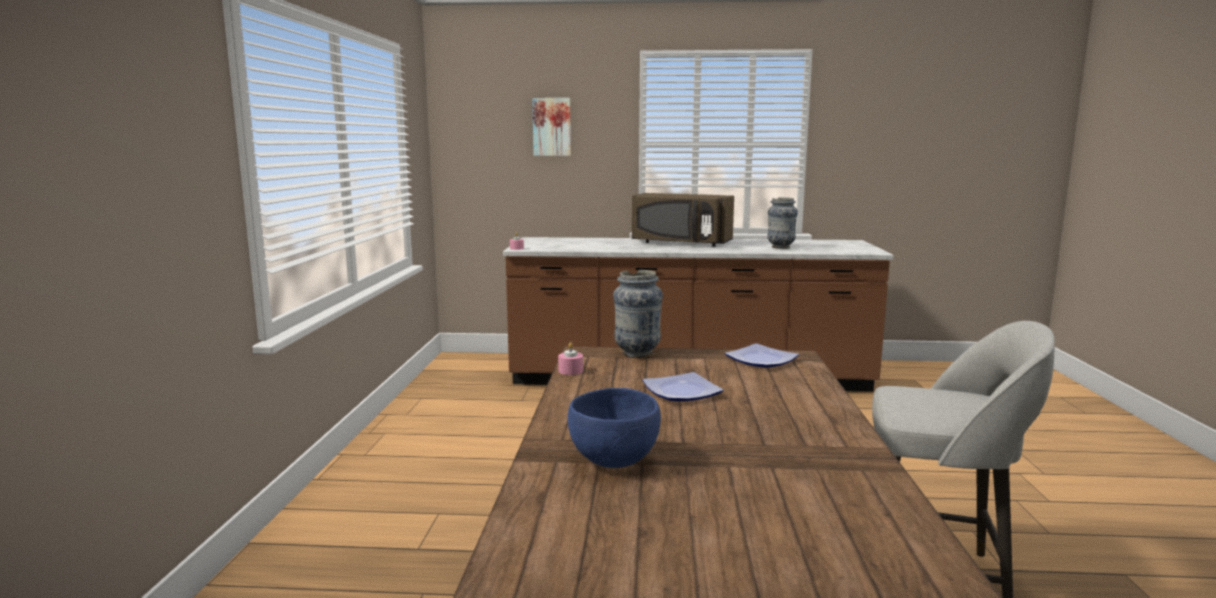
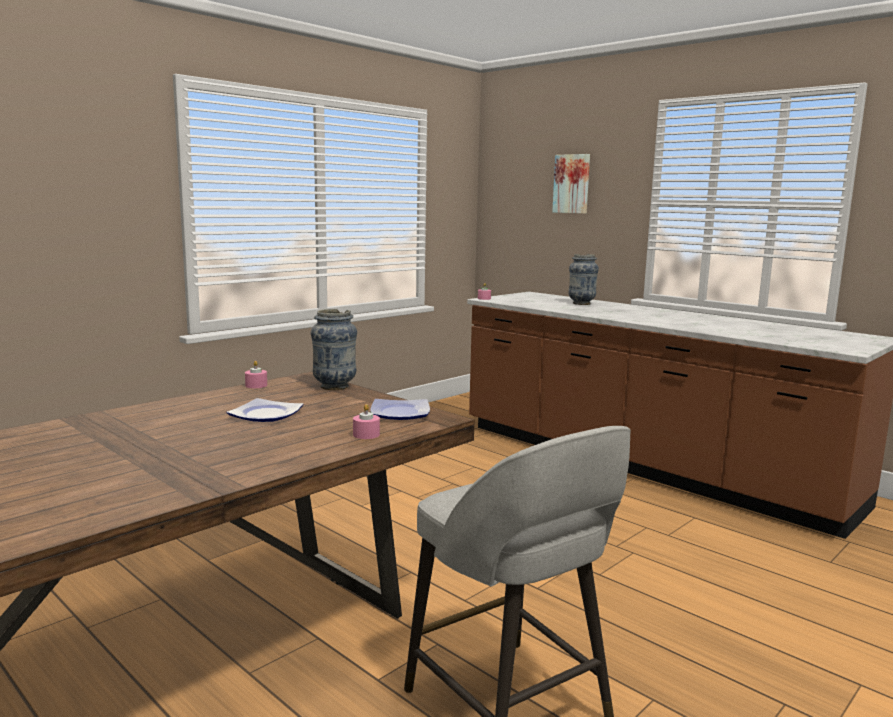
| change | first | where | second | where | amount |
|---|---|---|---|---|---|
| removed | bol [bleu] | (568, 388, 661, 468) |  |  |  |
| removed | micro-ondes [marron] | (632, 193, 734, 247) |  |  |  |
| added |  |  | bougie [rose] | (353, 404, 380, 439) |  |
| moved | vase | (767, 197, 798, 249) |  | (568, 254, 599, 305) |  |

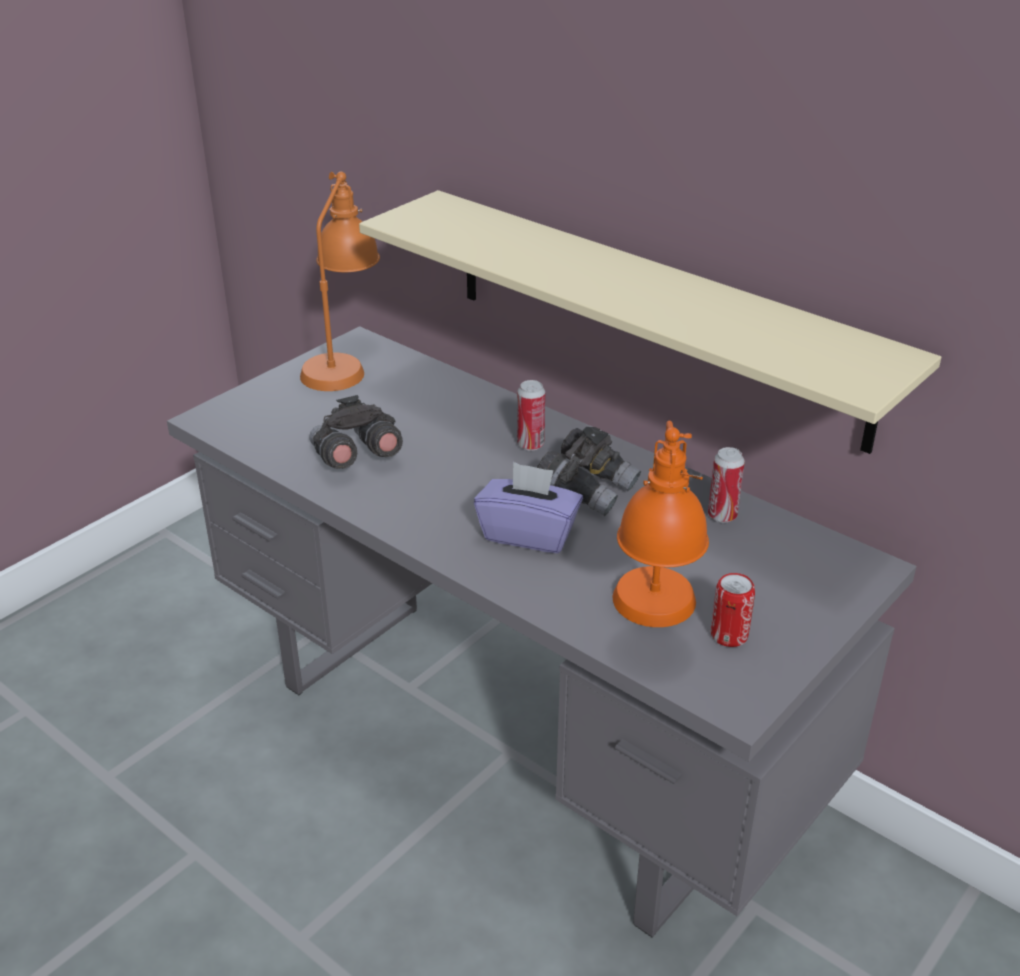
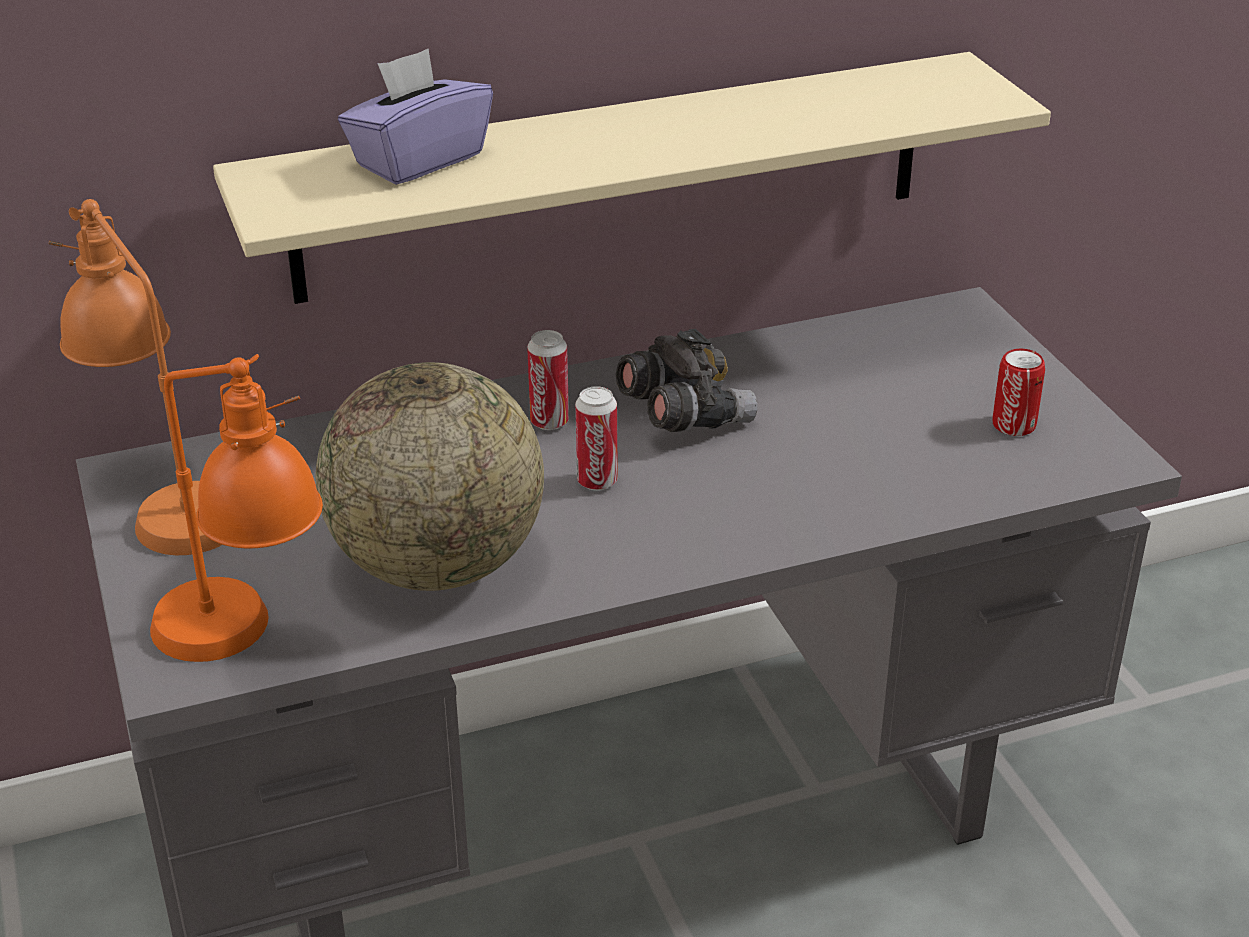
| change | first | where | second | where | amount |
|---|---|---|---|---|---|
| moved | boîte à mouchoirs [violet] | (474, 462, 583, 553) |  | (338, 49, 493, 185) |  |
| moved | lampe de table [orange] | (612, 421, 709, 627) |  | (150, 354, 323, 662) |  |
| moved | boîte métallique | (708, 447, 745, 523) |  | (575, 386, 618, 491) |  |
| replaced | jumelles [gris] | (309, 395, 403, 469) | globe | (316, 362, 544, 591) |  |

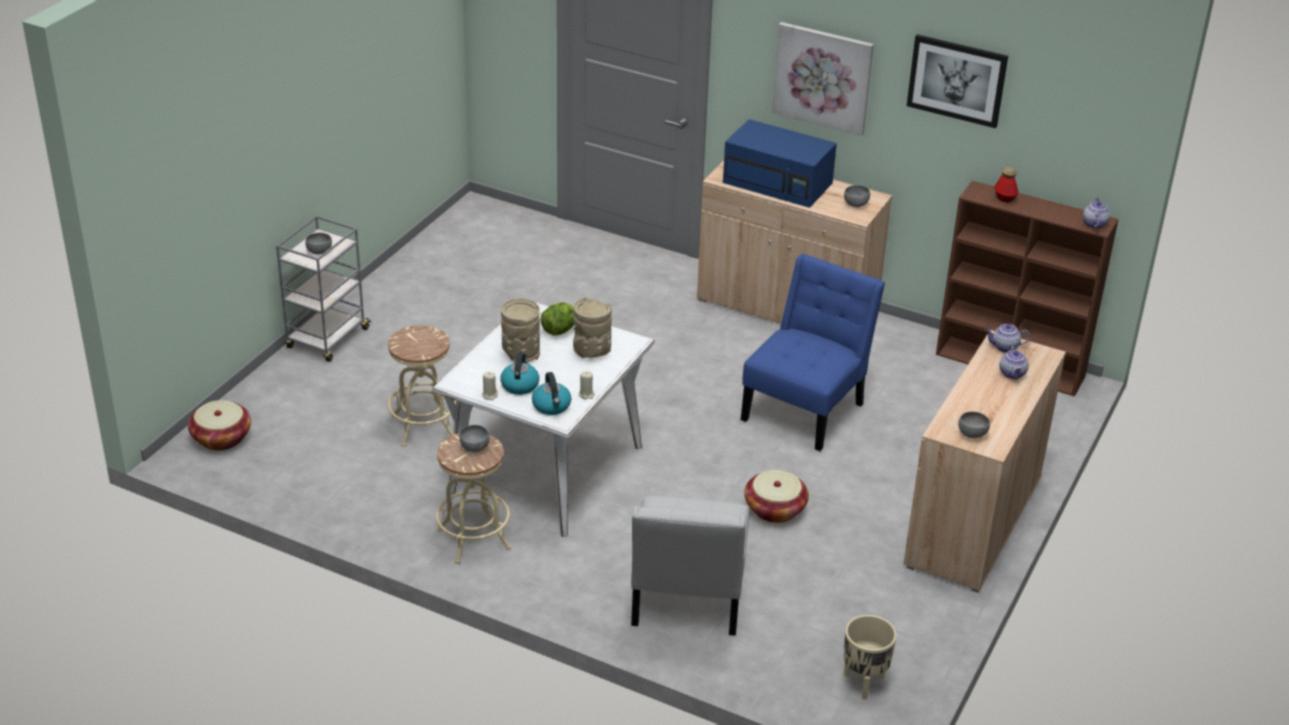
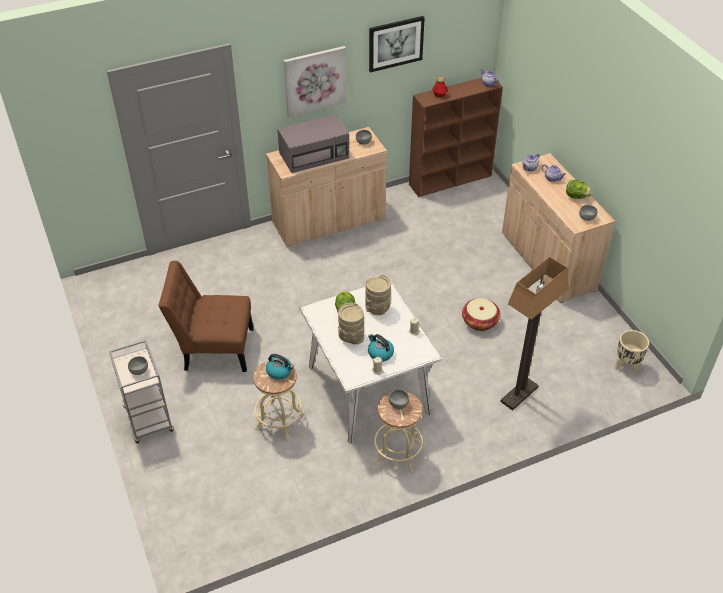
| change | first | where | second | where | amount |
|---|---|---|---|---|---|
| removed | panier | (188, 400, 251, 450) |  |  |  |
| removed | chaise [bleu] | (741, 254, 885, 451) |  |  |  |
| added |  |  | chaise [marron] | (159, 261, 254, 372) |  |
| added |  |  | laitue | (566, 180, 592, 199) |  |
| moved | bouilloire | (532, 372, 571, 415) |  | (266, 354, 294, 380) |  |
| replaced | chaise [blanc] | (631, 496, 749, 636) | lampadaire | (500, 257, 569, 411) |  |
| recoloured | micro-ondes [bleu] | (723, 119, 837, 208) | micro-ondes [gris] | (277, 114, 349, 173) |  |

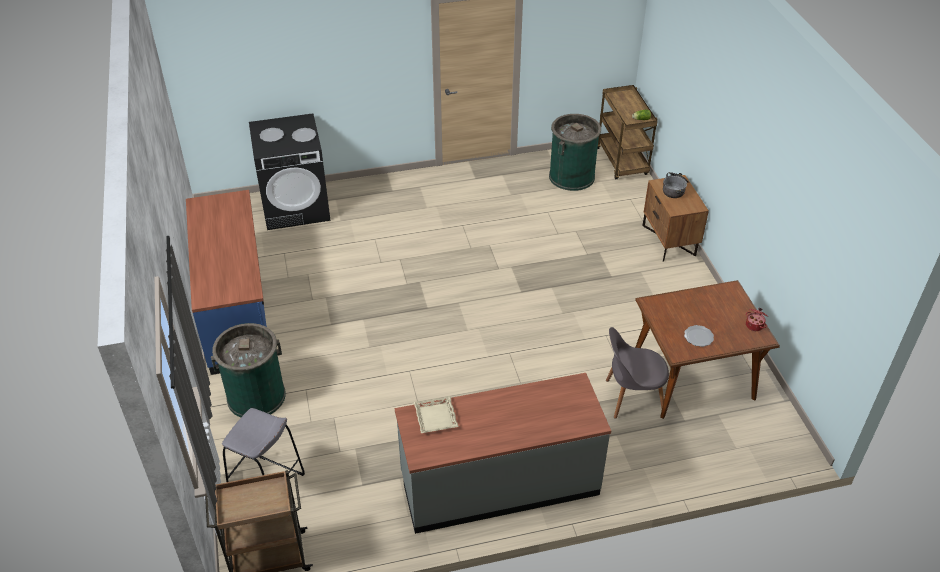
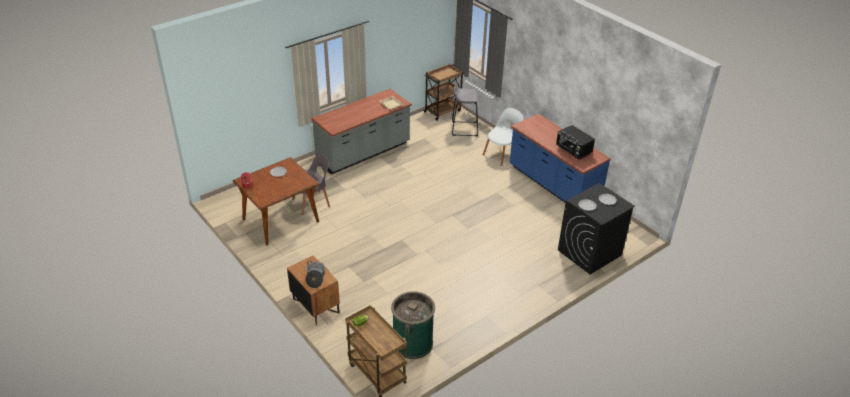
| change | first | where | second | where | amount |
|---|---|---|---|---|---|
| added |  |  | micro-ondes [noir] | (556, 125, 595, 160) |  |
| replaced | poubelle [vert] | (211, 323, 286, 417) | chaise [blanc] | (483, 108, 523, 166) |  |

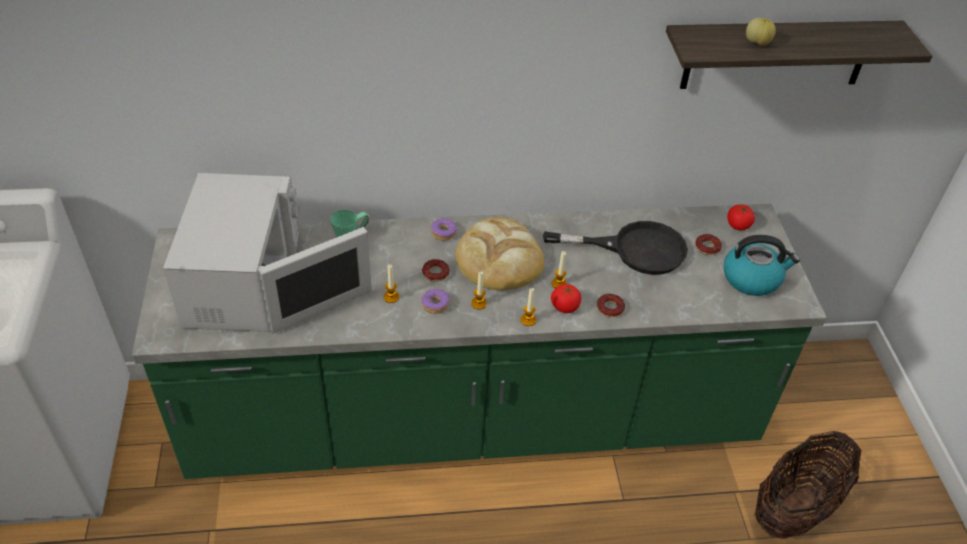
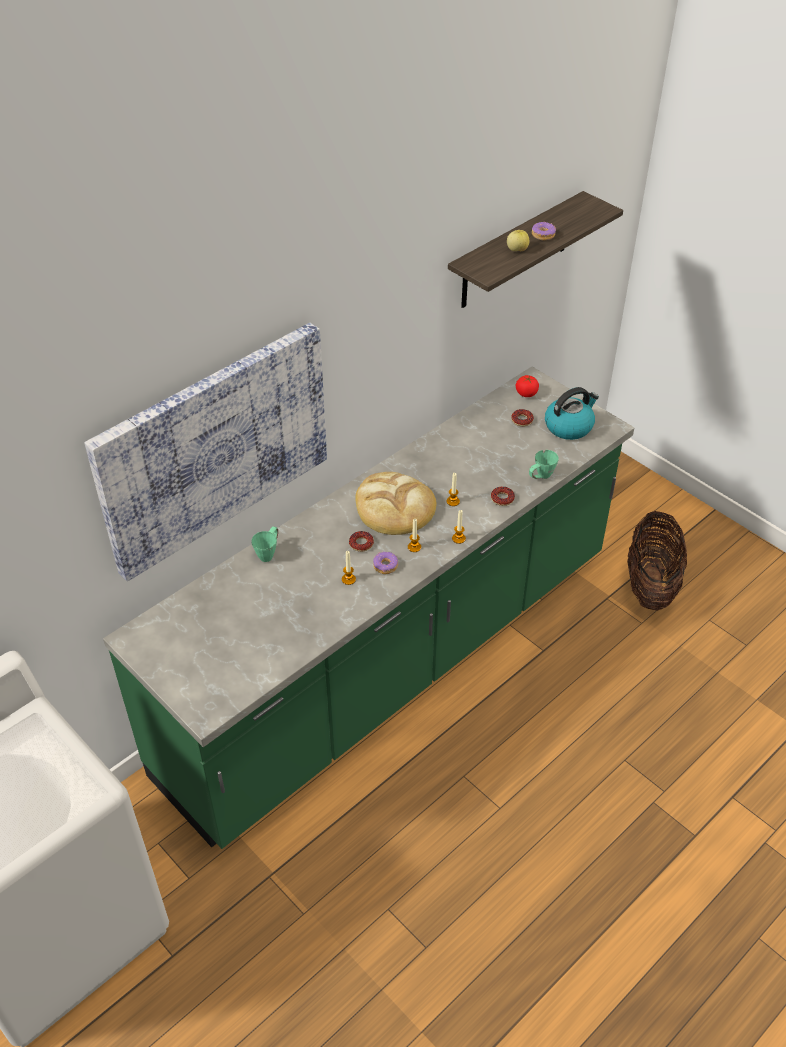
| change | first | where | second | where | amount |
|---|---|---|---|---|---|
| removed | micro-ondes [blanc] | (163, 173, 372, 334) |  |  |  |
| removed | poêle [noir] | (543, 221, 688, 275) |  |  |  |
| removed | tomate | (551, 284, 581, 313) |  |  |  |
| added |  |  | tableau | (84, 323, 327, 581) |  |
| added |  |  | mug [vert] | (529, 450, 559, 479) |  |
| moved | beignet | (431, 218, 457, 241) |  | (532, 222, 556, 241) |  |

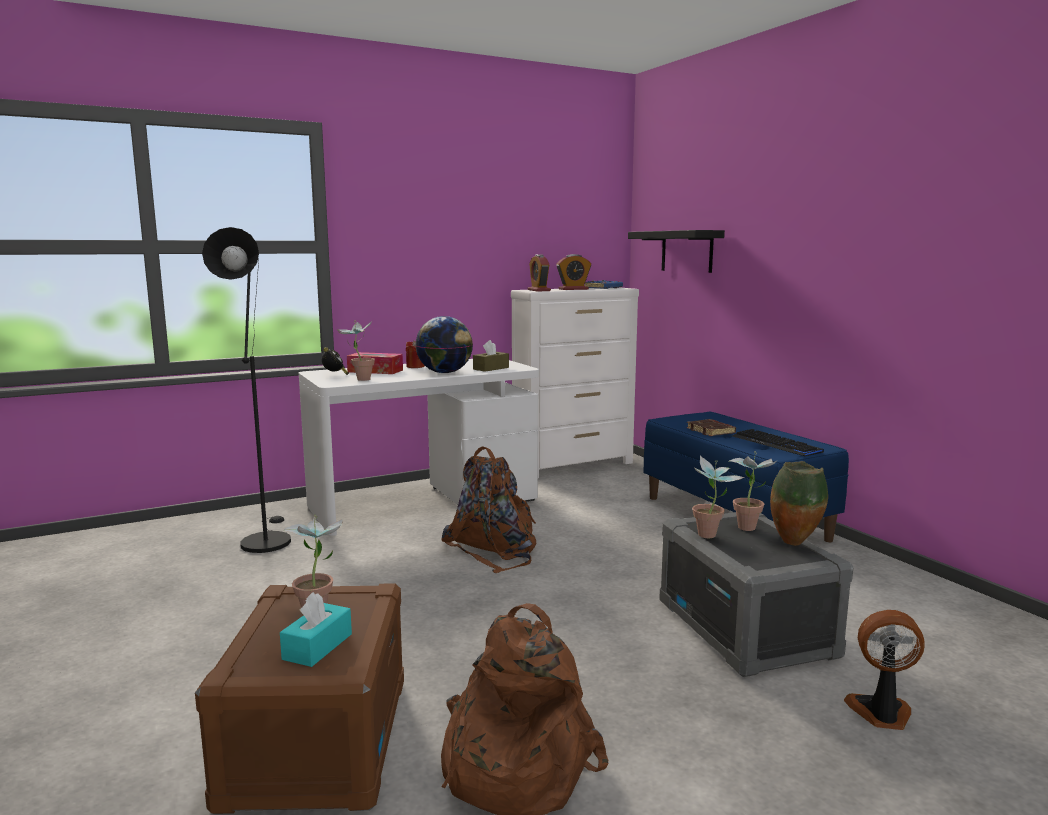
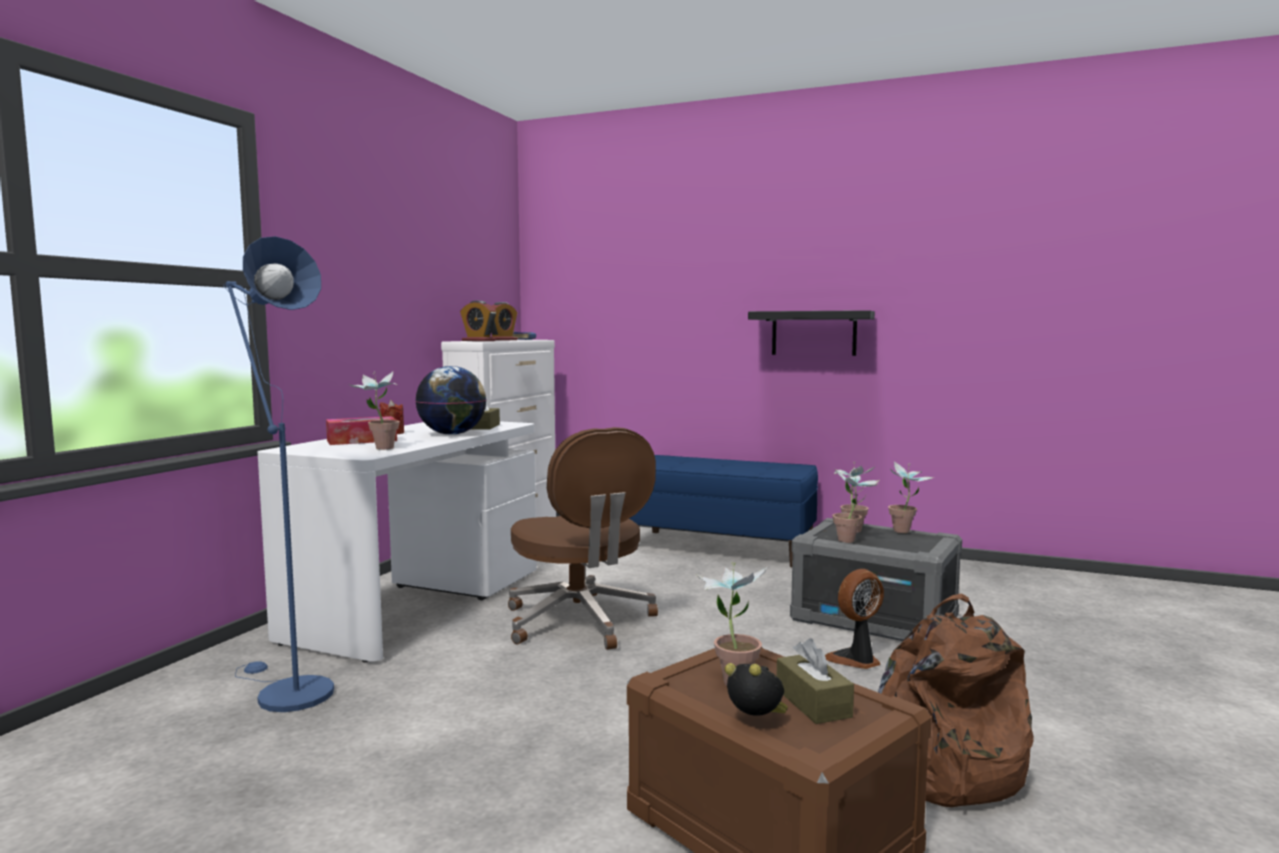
| change | first | where | second | where | amount |
|---|---|---|---|---|---|
| removed | livre [marron] | (687, 419, 736, 436) |  |  |  |
| removed | clavier | (732, 429, 824, 456) |  |  |  |
| moved | réveil | (322, 347, 349, 375) |  | (725, 663, 788, 716) |  |
| moved | étagère [noir] | (628, 230, 725, 273) |  | (748, 310, 875, 356) |  |
| moved | ventilateur | (844, 610, 925, 730) |  | (825, 569, 884, 669) |  |
| replaced | sac à dos [marron] | (441, 446, 536, 573) | chaise de bureau [marron] | (508, 427, 658, 650) |  |
| replaced | vase | (770, 461, 828, 546) | plante en pot | (888, 461, 934, 533) |  |
| recoloured | lampadaire [noir] | (202, 227, 291, 553) | lampadaire [bleu] | (223, 236, 334, 712) |  |
| recoloured | boîte à mouchoirs [turquoise] | (280, 592, 352, 667) | boîte à mouchoirs [marron] | (777, 638, 854, 724) |  |

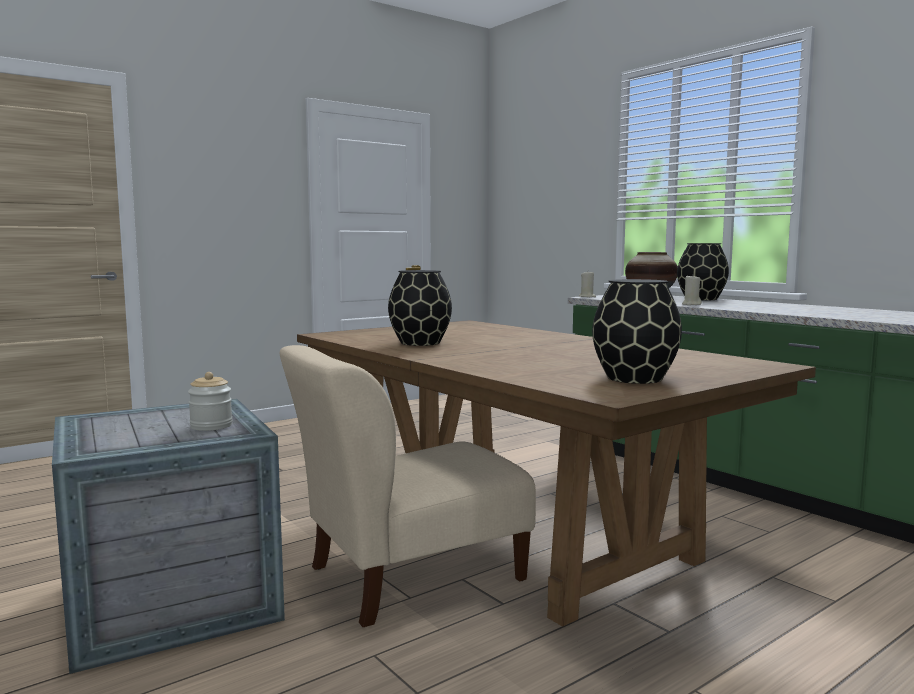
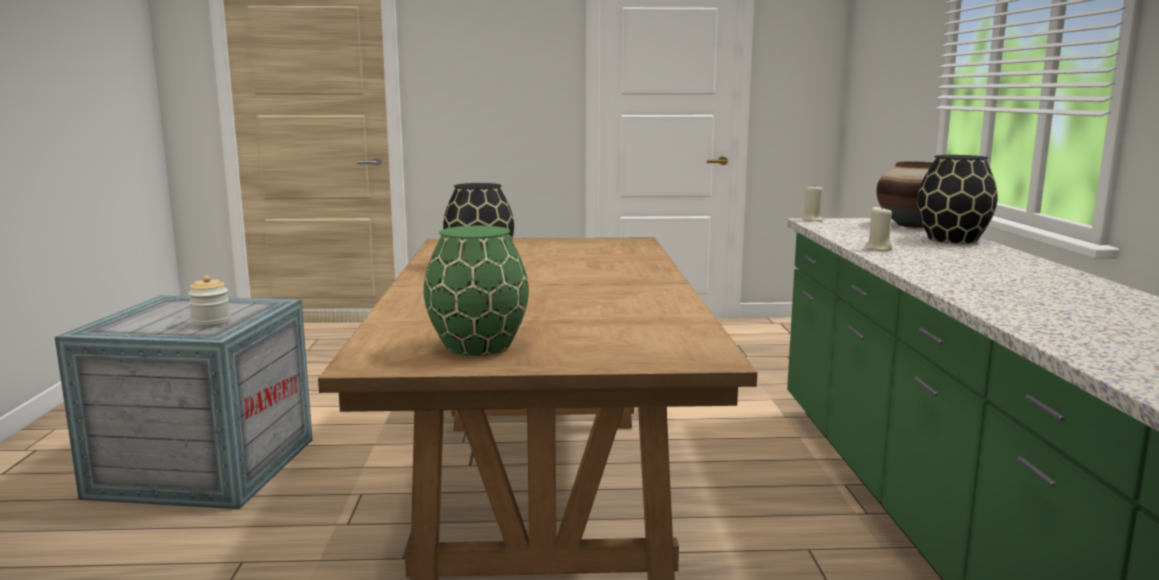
| change | first | where | second | where | amount |
|---|---|---|---|---|---|
| removed | chaise [beige] | (280, 345, 536, 627) |  |  |  |
| recoloured | vase [noir] | (592, 279, 682, 384) | vase [vert] | (424, 226, 529, 356) |  |

